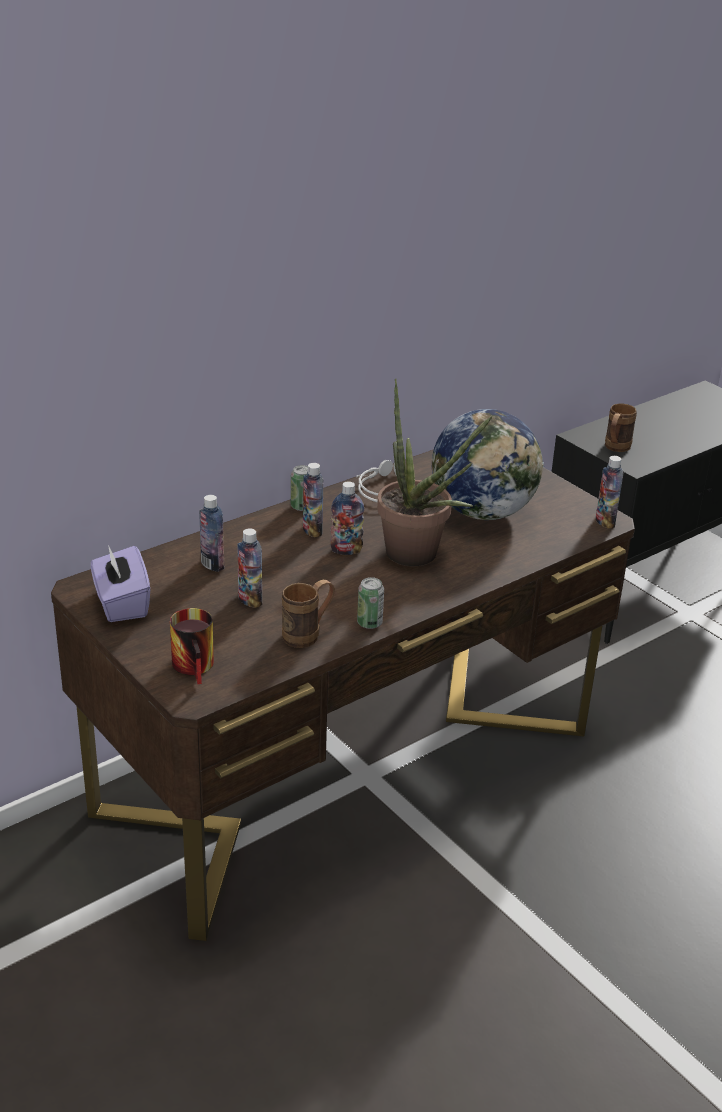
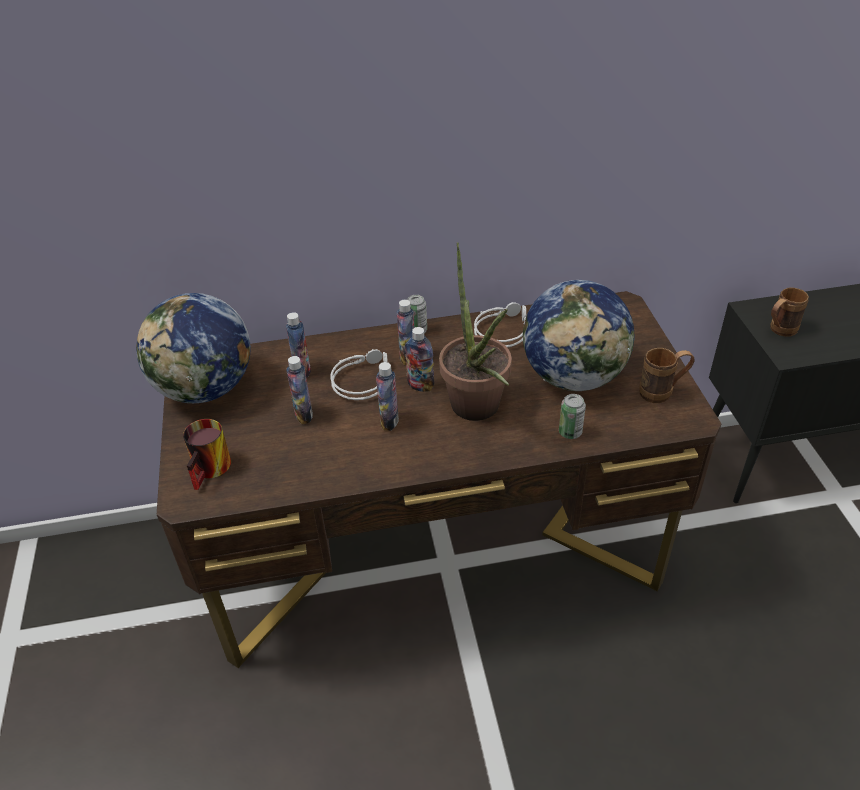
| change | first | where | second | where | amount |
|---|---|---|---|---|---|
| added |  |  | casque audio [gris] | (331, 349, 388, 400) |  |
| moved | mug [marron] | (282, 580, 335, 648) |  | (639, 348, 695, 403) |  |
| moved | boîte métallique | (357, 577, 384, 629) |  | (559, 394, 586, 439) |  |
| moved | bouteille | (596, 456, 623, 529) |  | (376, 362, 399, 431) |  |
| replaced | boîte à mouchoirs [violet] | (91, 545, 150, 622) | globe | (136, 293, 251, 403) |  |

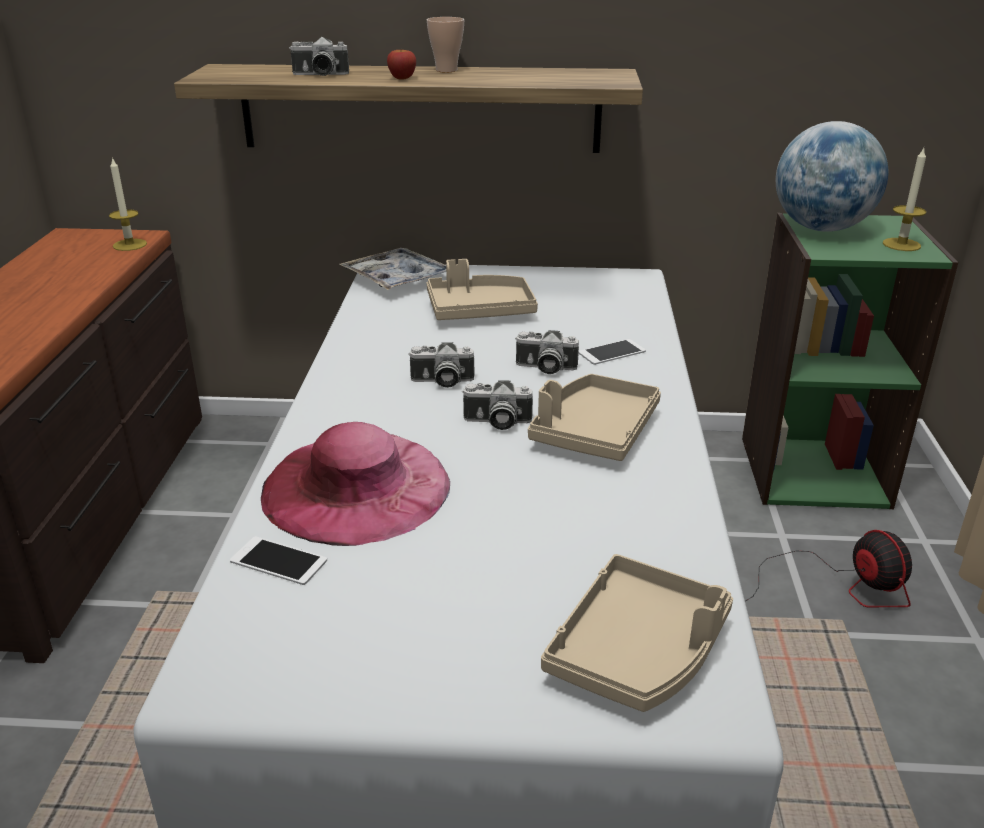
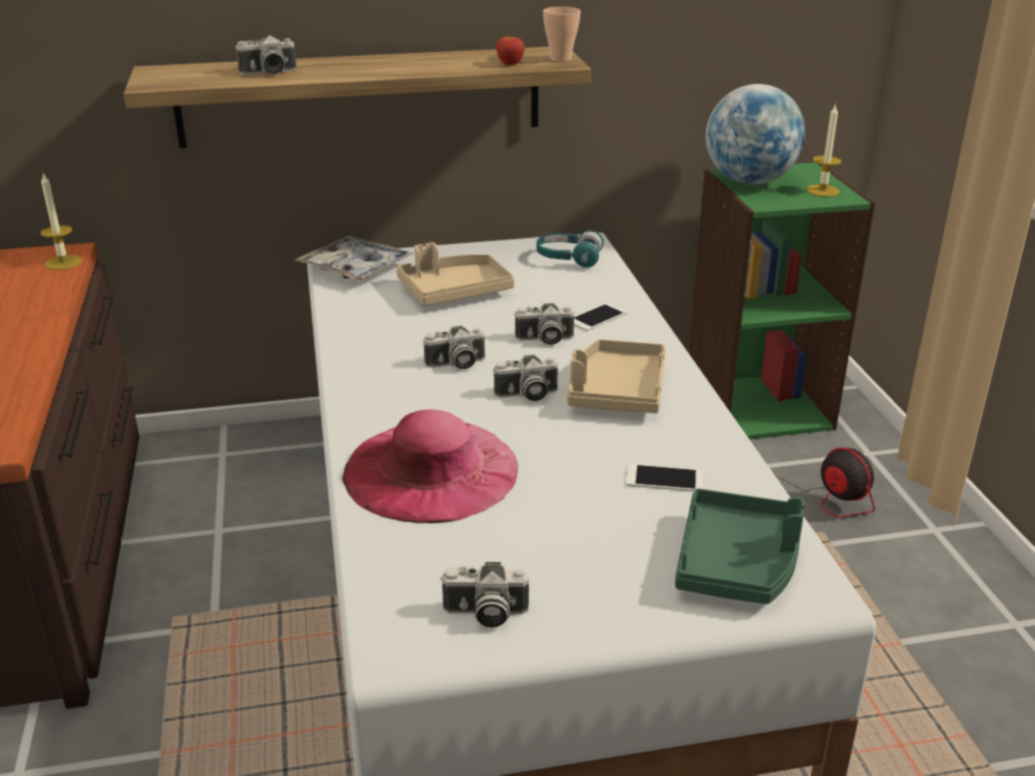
| change | first | where | second | where | amount |
|---|---|---|---|---|---|
| added |  |  | appareil photo | (440, 562, 529, 628) |  |
| added |  |  | casque audio [turquoise] | (536, 230, 604, 268) |  |
| moved | téléphone | (230, 536, 327, 585) |  | (626, 464, 702, 492) |  |
| moved | pomme | (387, 50, 416, 80) |  | (496, 36, 525, 65) |  |
| moved | tasse | (427, 17, 464, 72) |  | (543, 7, 581, 62) |  |
| recoloured | plateau [beige] | (541, 554, 733, 712) | plateau [vert] | (675, 489, 805, 604) |  |

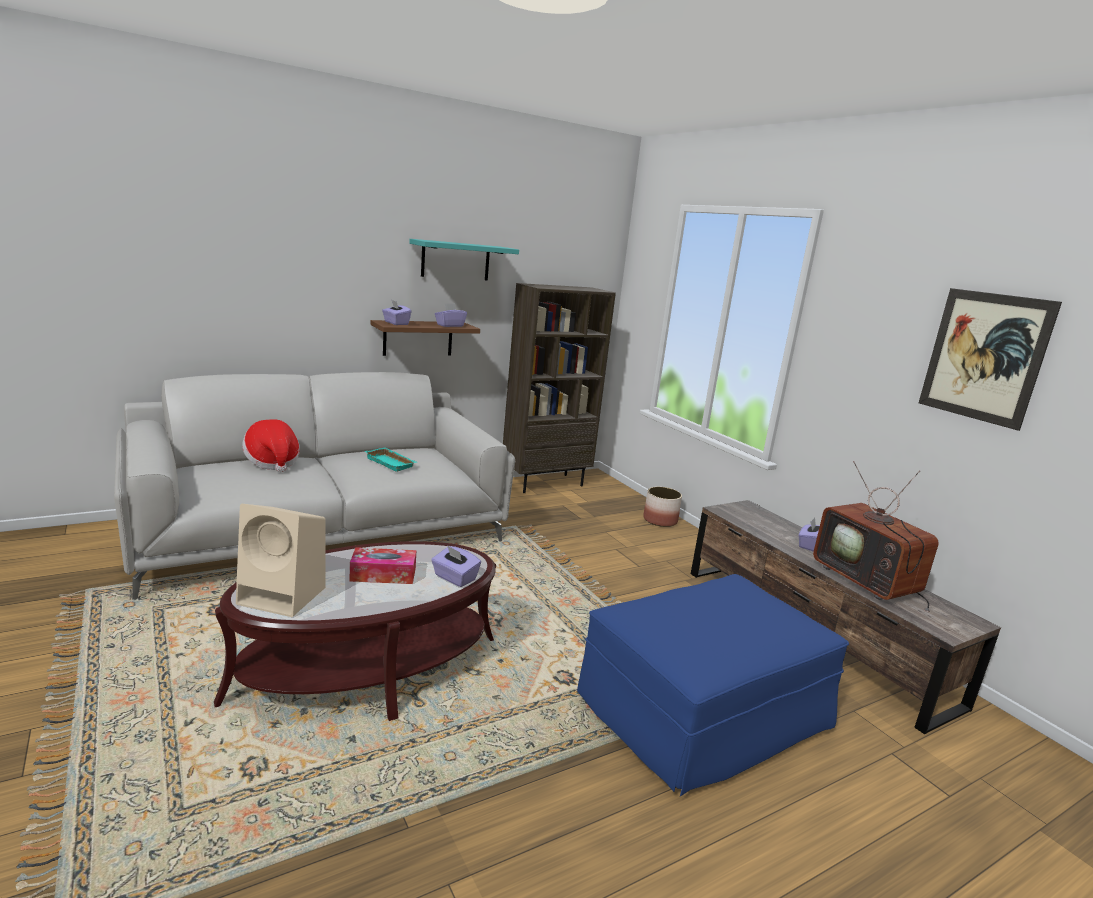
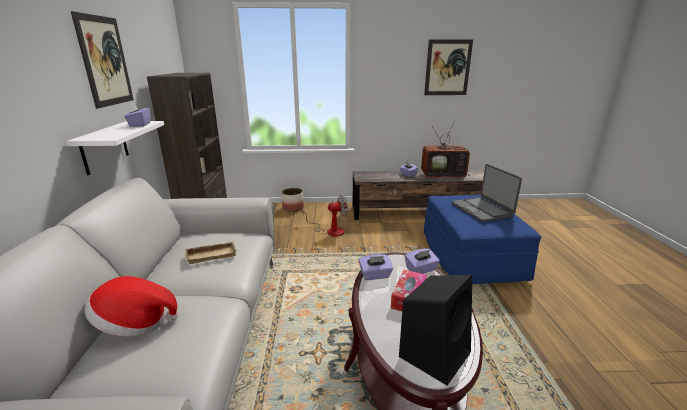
| change | first | where | second | where | amount |
|---|---|---|---|---|---|
| added |  |  | ventilateur | (302, 196, 348, 237) |  |
| added |  |  | ordinateur portable | (452, 164, 522, 222) |  |
| moved | boîte à mouchoirs [violet] | (382, 300, 411, 325) |  | (359, 254, 393, 280) |  |
| replaced | étagère [turquoise] | (409, 239, 519, 281) | tableau | (71, 11, 134, 109) |  |
| recoloured | enceinte [beige] | (236, 504, 326, 617) | enceinte [noir] | (399, 275, 472, 385) |  |
| recoloured | plateau [turquoise] | (365, 447, 416, 472) | plateau [beige] | (185, 241, 236, 264) |  |
| recoloured | étagère [marron] | (370, 320, 480, 356) | étagère [blanc] | (67, 121, 164, 175) |  |

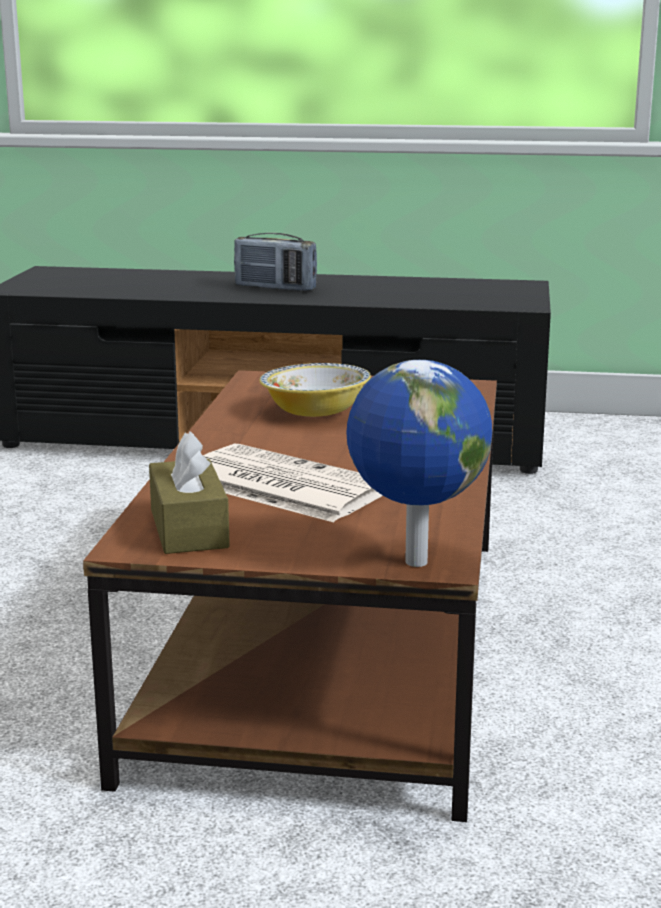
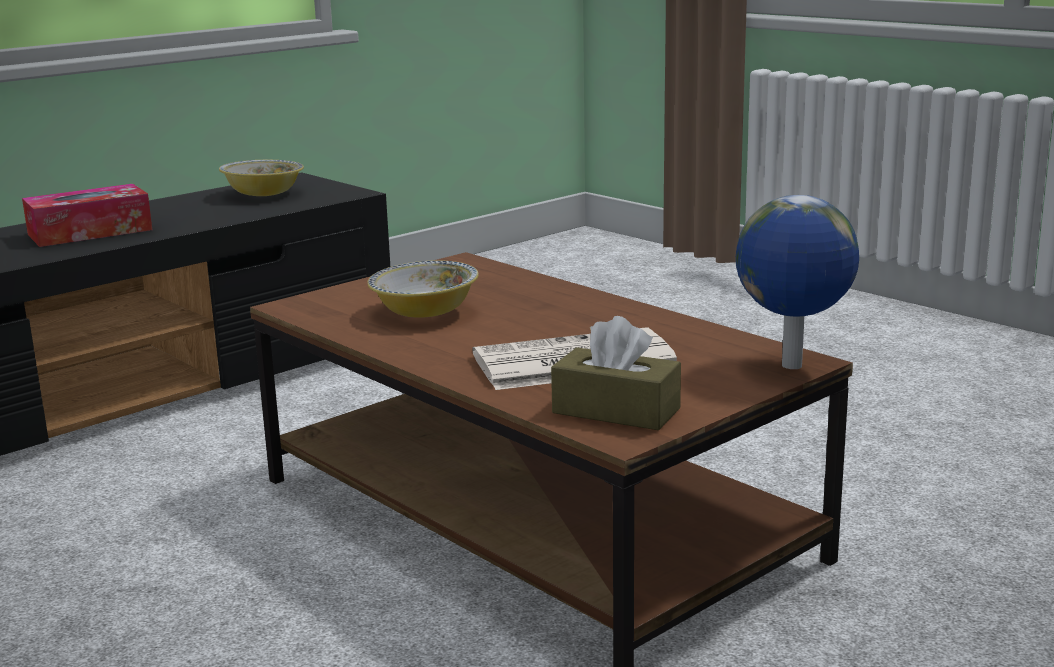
| change | first | where | second | where | amount |
|---|---|---|---|---|---|
| added |  |  | bol | (219, 160, 304, 196) |  |
| replaced | radio | (234, 233, 317, 291) | boîte à mouchoirs | (22, 184, 152, 247) |  |

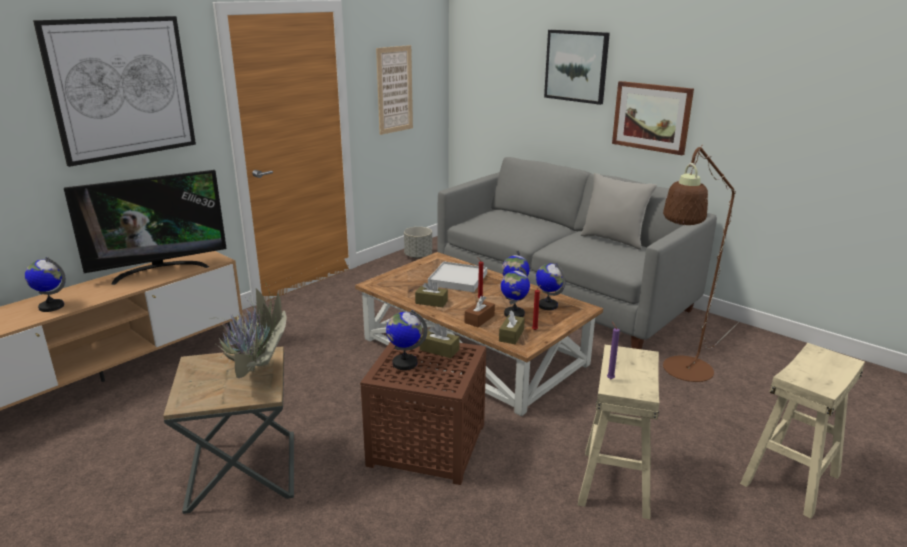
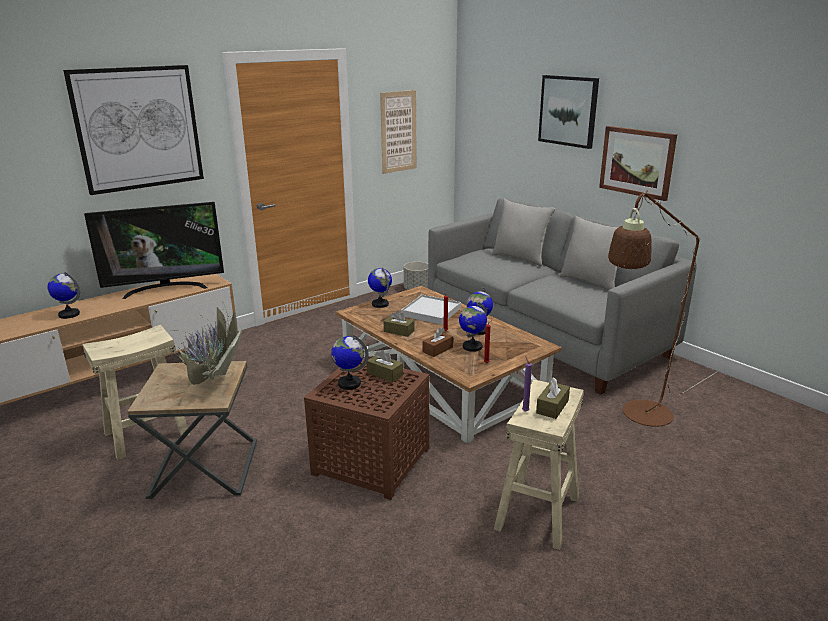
| change | first | where | second | where | amount |
|---|---|---|---|---|---|
| added |  |  | coussin [gris] | (492, 199, 555, 266) |  |
| moved | boîte à mouchoirs [marron] | (499, 310, 525, 344) |  | (536, 377, 570, 419) |  |
| moved | globe | (536, 263, 566, 310) |  | (368, 268, 392, 308) |  |
| moved | tabouret [beige] | (740, 343, 865, 519) |  | (82, 325, 190, 460) |  |

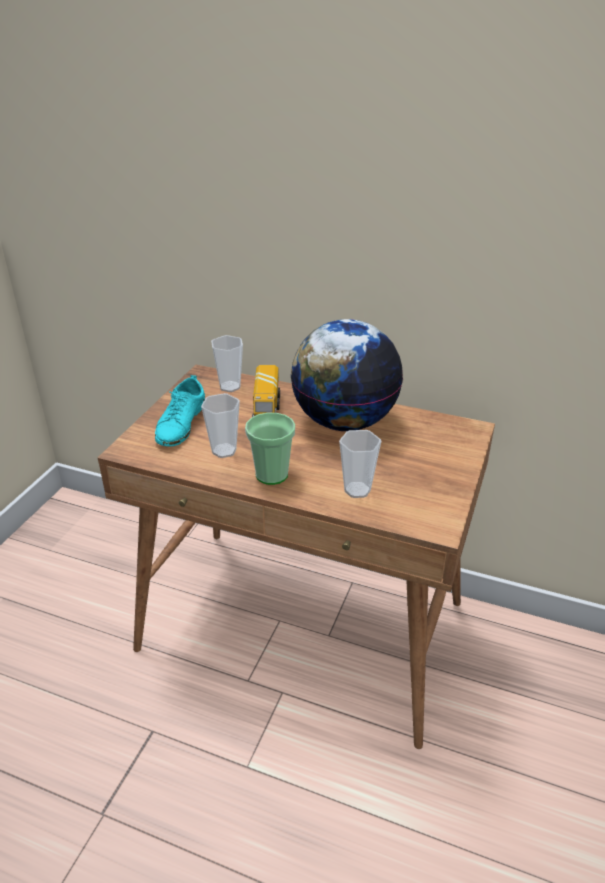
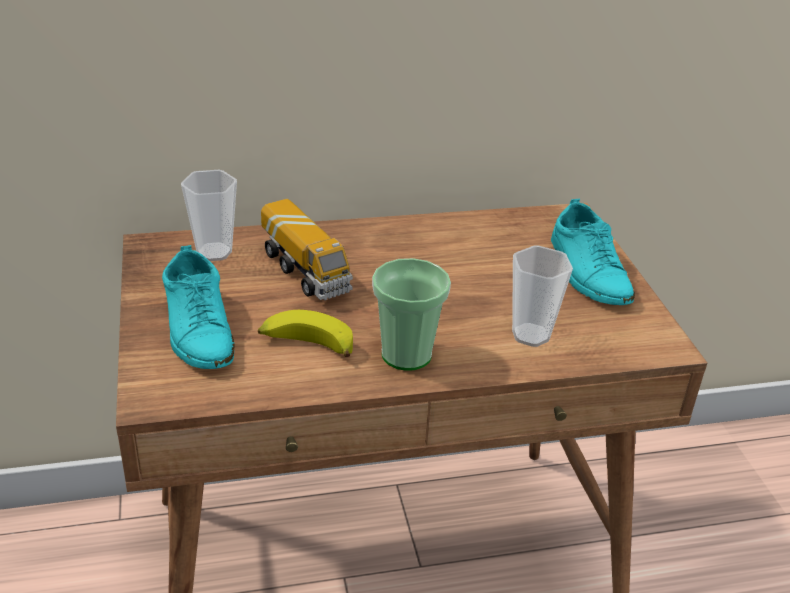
| change | first | where | second | where | amount |
|---|---|---|---|---|---|
| removed | globe | (291, 319, 403, 431) |  |  |  |
| added |  |  | chaussure [turquoise] | (551, 198, 635, 305) |  |
| replaced | tasse | (201, 393, 240, 458) | banane | (258, 310, 353, 357) |  |

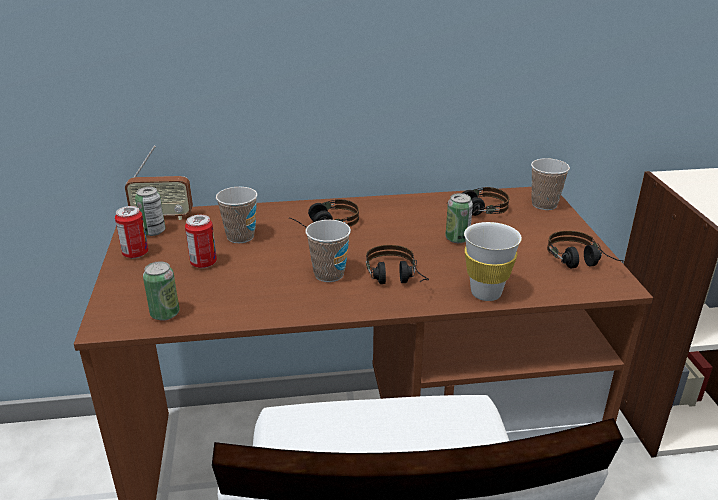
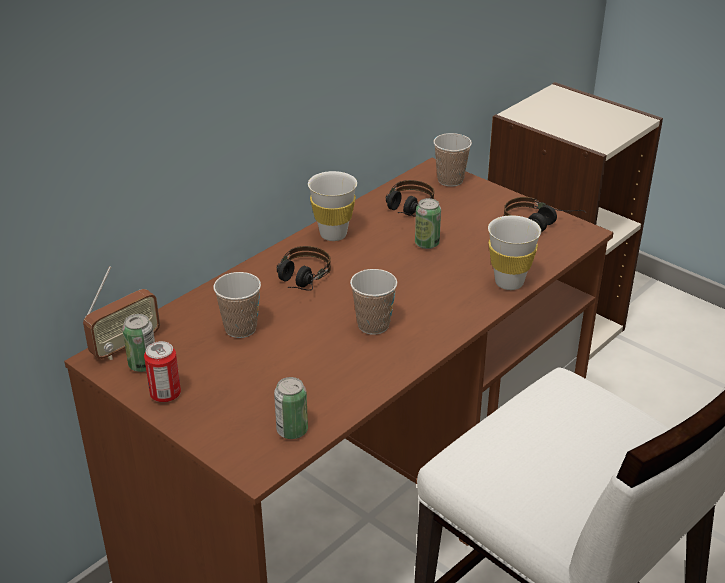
| change | first | where | second | where | amount |
|---|---|---|---|---|---|
| removed | boîte métallique | (185, 215, 217, 268) |  |  |  |
| removed | casque audio | (366, 245, 429, 284) |  |  |  |
| added |  |  | tasse [blanc] | (308, 171, 357, 241) |  |

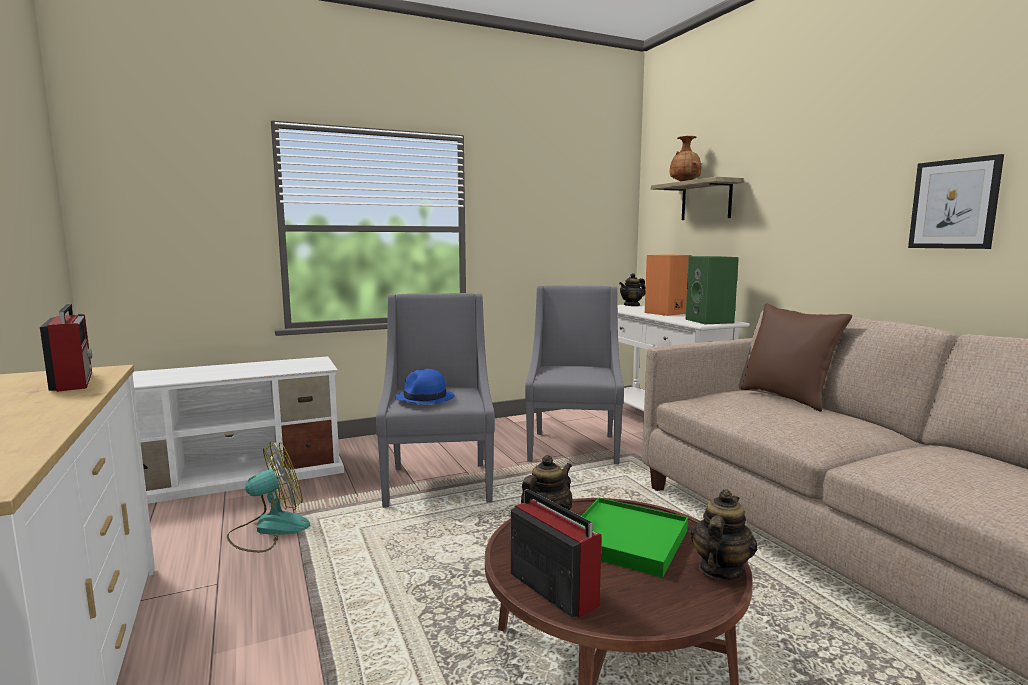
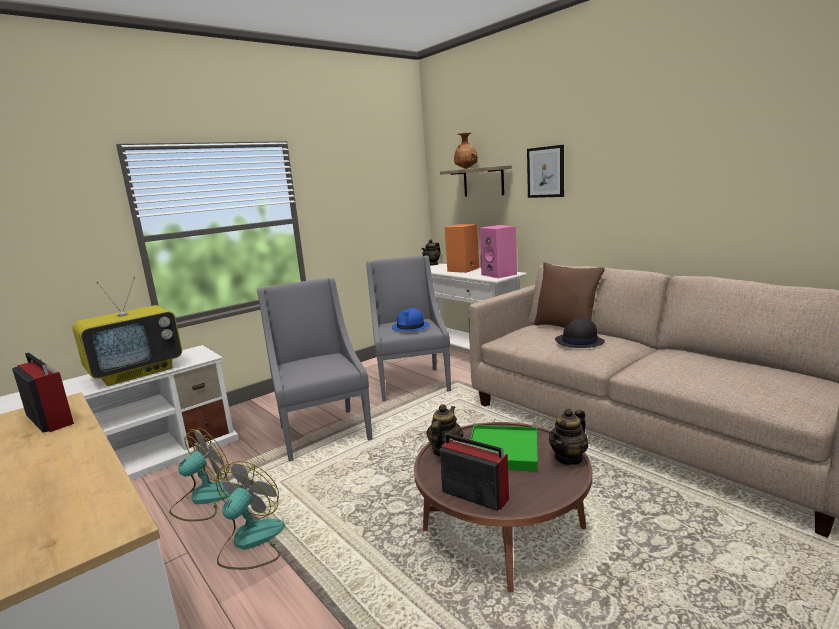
| change | first | where | second | where | amount |
|---|---|---|---|---|---|
| added |  |  | téléviseur | (72, 277, 182, 386) |  |
| added |  |  | ventilateur | (216, 461, 285, 570) |  |
| added |  |  | chapeau [noir] | (555, 318, 605, 348) |  |
| moved | chapeau [bleu] | (395, 369, 455, 404) |  | (392, 308, 430, 331) |  |
| moved | tableau | (908, 154, 1004, 249) |  | (527, 145, 564, 198) |  |
| recoloured | enceinte [vert] | (686, 256, 739, 324) | enceinte [rose] | (479, 225, 517, 278) |  |
| turned | théière | (691, 489, 757, 580) |  | (549, 408, 589, 466) | 150 degrees counterclockwise |

